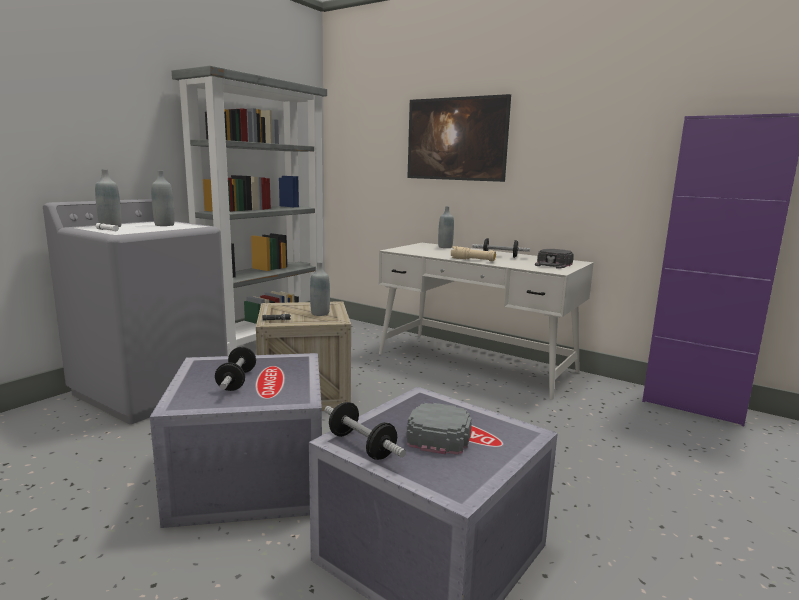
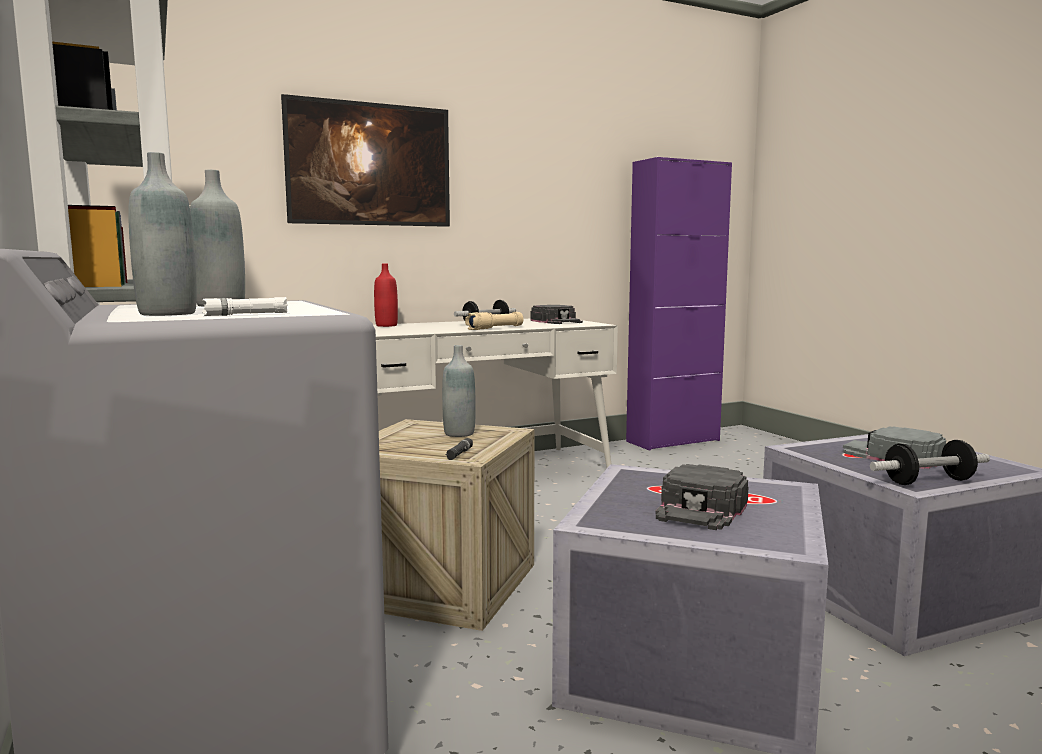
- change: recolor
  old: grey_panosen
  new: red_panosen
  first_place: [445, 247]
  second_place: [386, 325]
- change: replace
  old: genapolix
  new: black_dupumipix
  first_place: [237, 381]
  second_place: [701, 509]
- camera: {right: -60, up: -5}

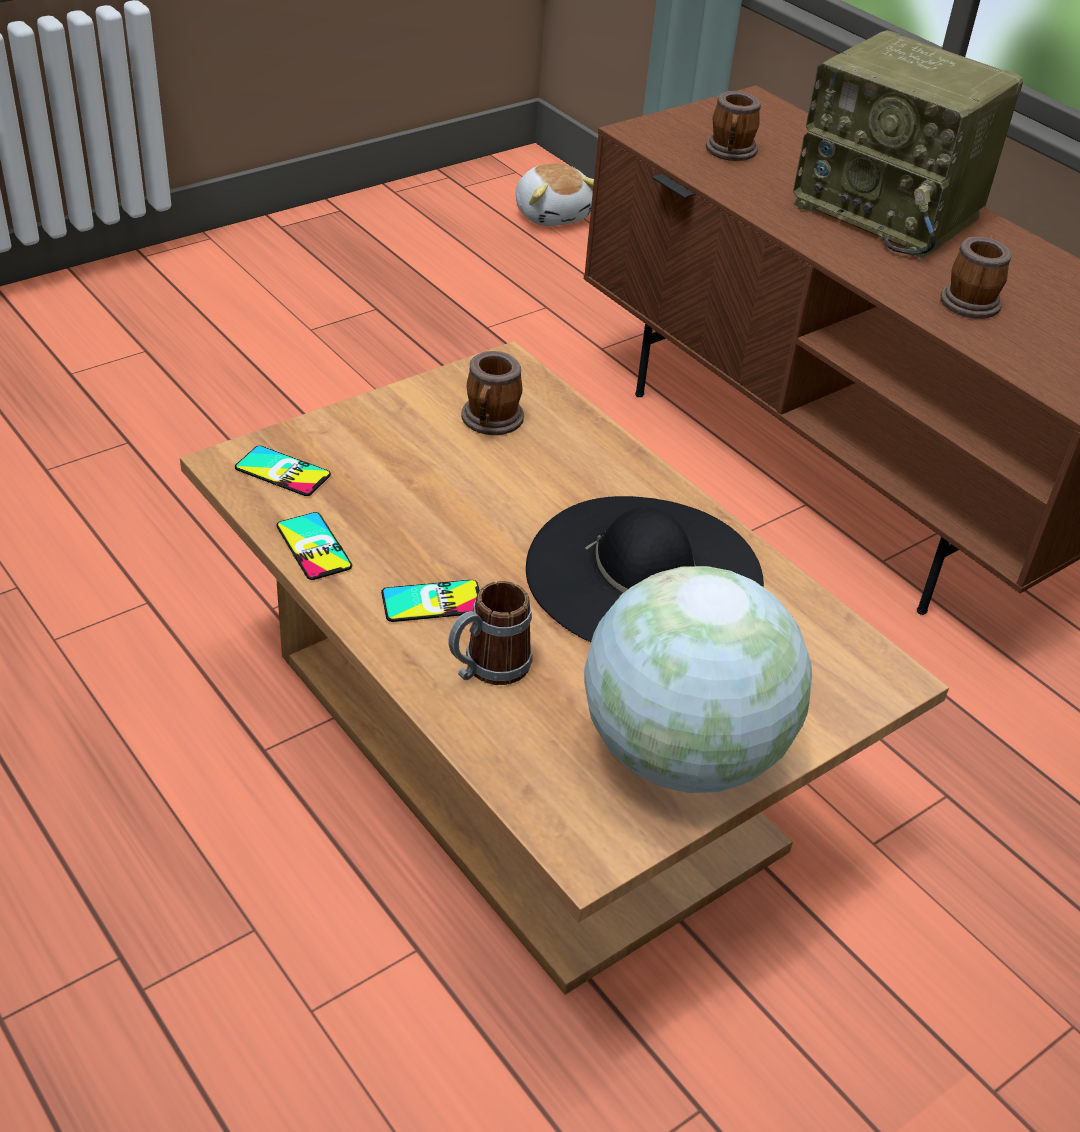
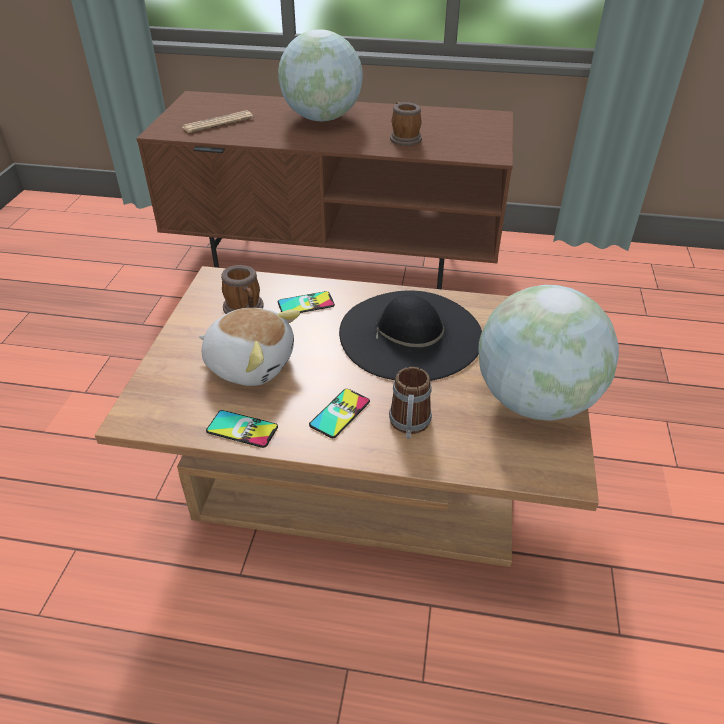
- change: replace
  old: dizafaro
  new: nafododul
  first_place: [730, 152]
  second_place: [218, 123]
- change: move
  old: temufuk
  first_place: [552, 214]
  second_place: [250, 363]
- change: replace
  old: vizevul
  new: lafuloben
  first_place: [890, 212]
  second_place: [322, 118]
- change: move
  old: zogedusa
  first_place: [282, 471]
  second_place: [306, 304]
- camera: {right: -40, up: 0}

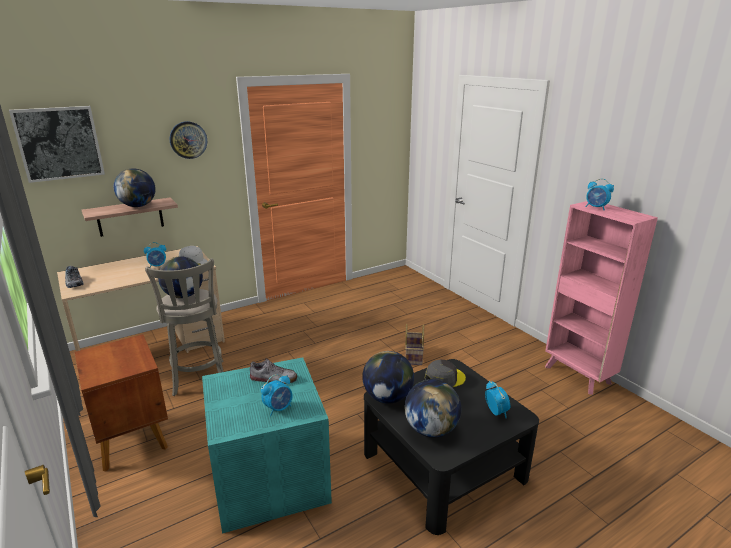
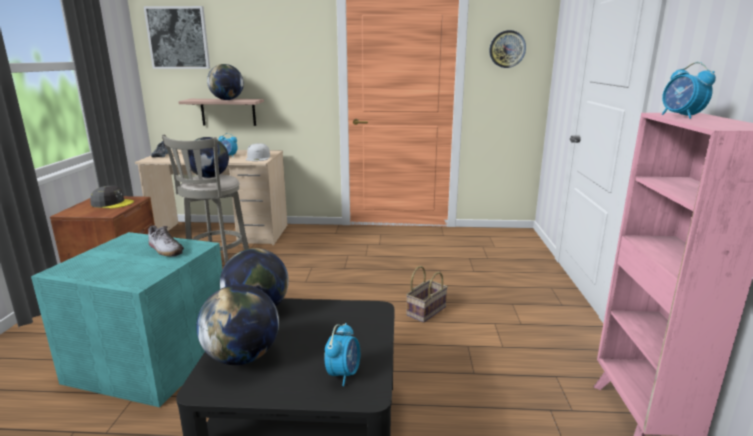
- change: move
  old: grey_dupumipix
  first_place: [444, 378]
  second_place: [112, 203]
- change: move
  old: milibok
  first_place: [188, 140]
  second_place: [507, 49]
- change: delete
  old: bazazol
  first_place: [278, 408]
- camera: {right: 35, up: -5}

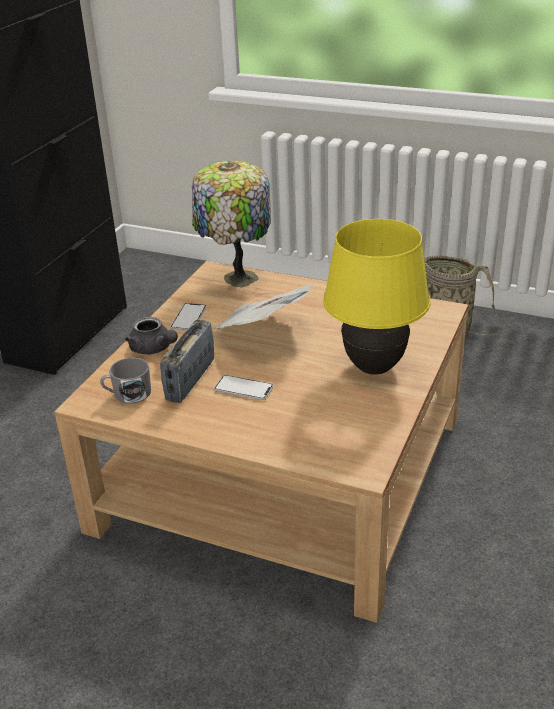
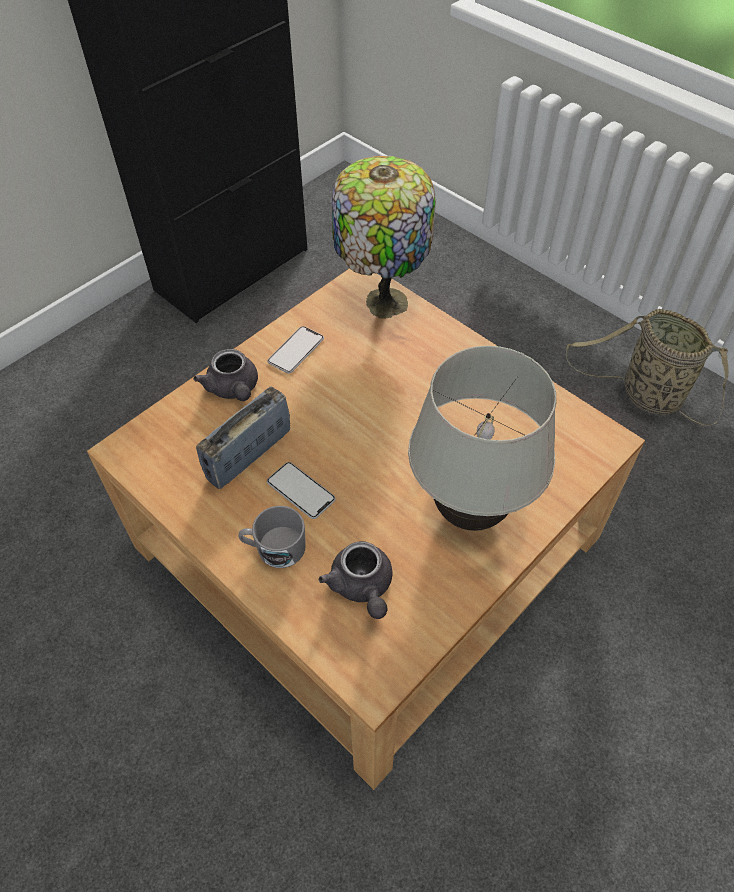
- change: move
  old: grey_dizafaro
  first_place: [127, 394]
  second_place: [274, 548]
- change: insert
  new: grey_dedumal
  second_place: [362, 587]
- change: recolor
  old: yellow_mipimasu
  new: white_mipimasu
  first_place: [373, 367]
  second_place: [468, 511]
- change: delete
  old: nafododul
  first_place: [264, 331]
- camera: {right: 20, up: 20}

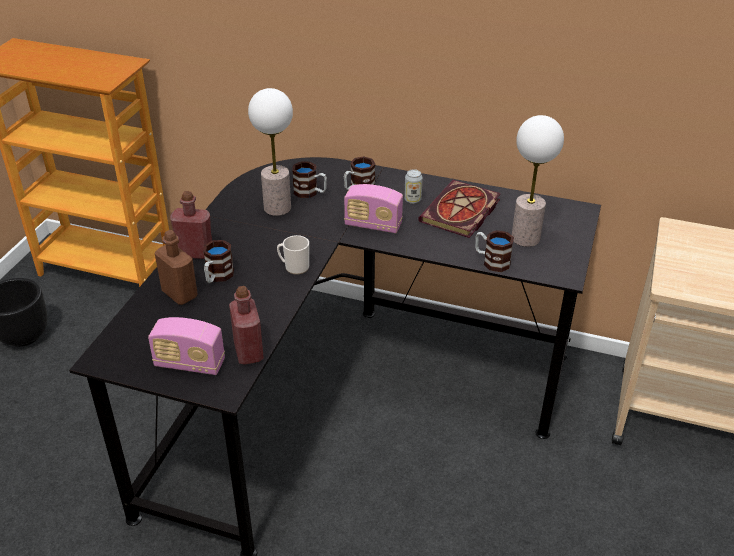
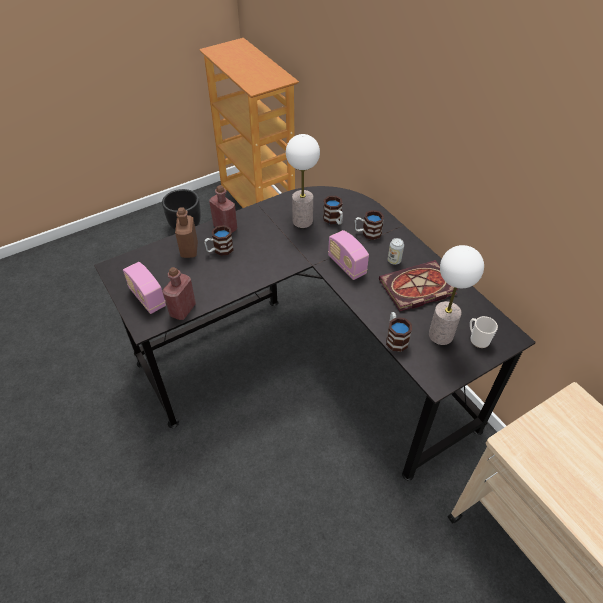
- change: move
  old: dizafaro
  first_place: [294, 267]
  second_place: [477, 339]
- camera: {right: 40, up: 10}

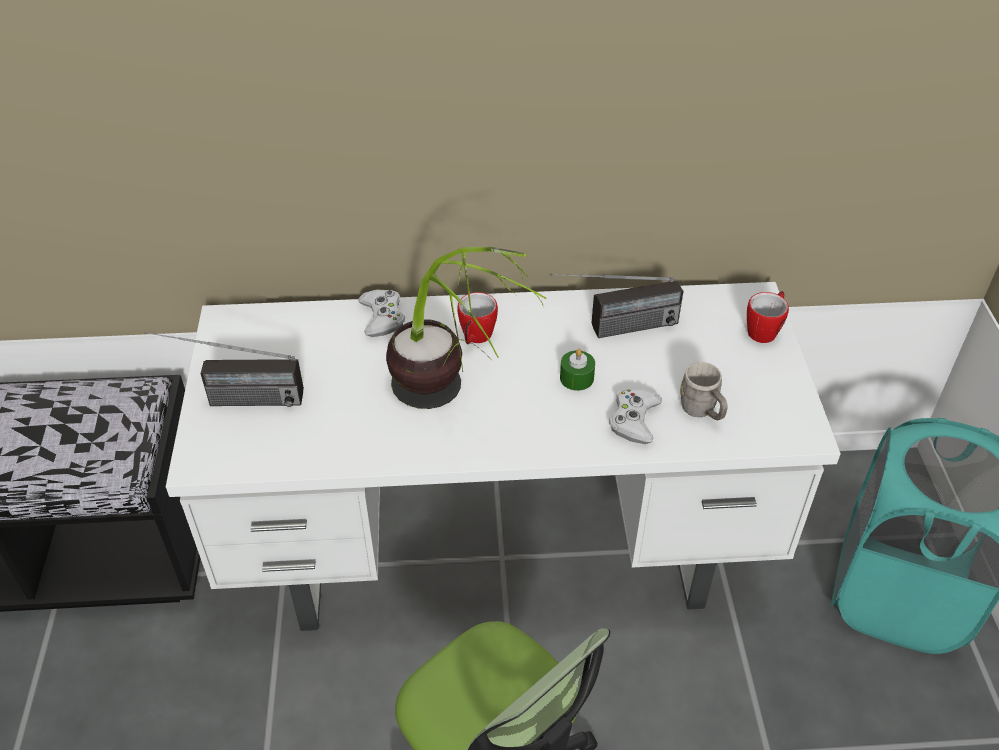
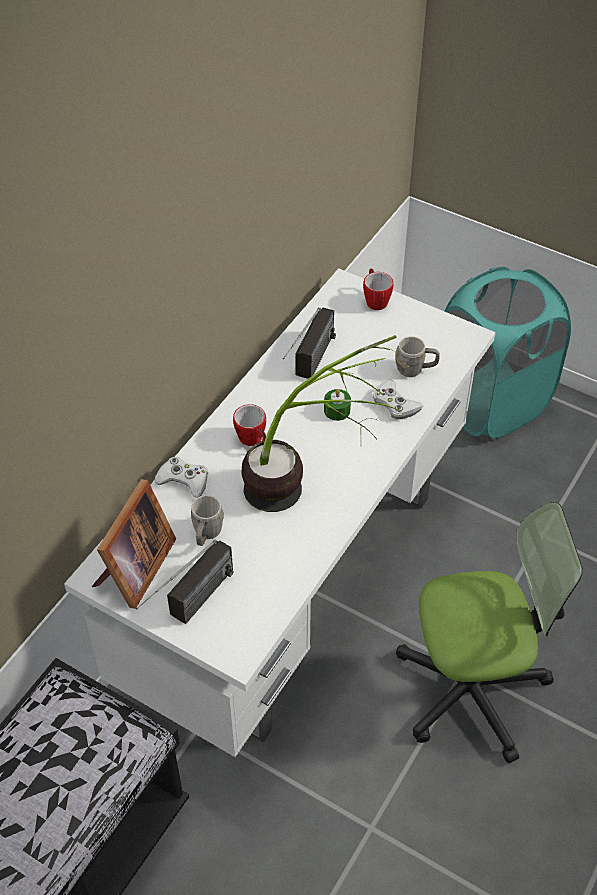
- change: insert
  new: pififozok
  second_place: [134, 570]
- change: insert
  new: grey_dizafaro
  second_place: [206, 534]
- camera: {right: -55, up: 5}

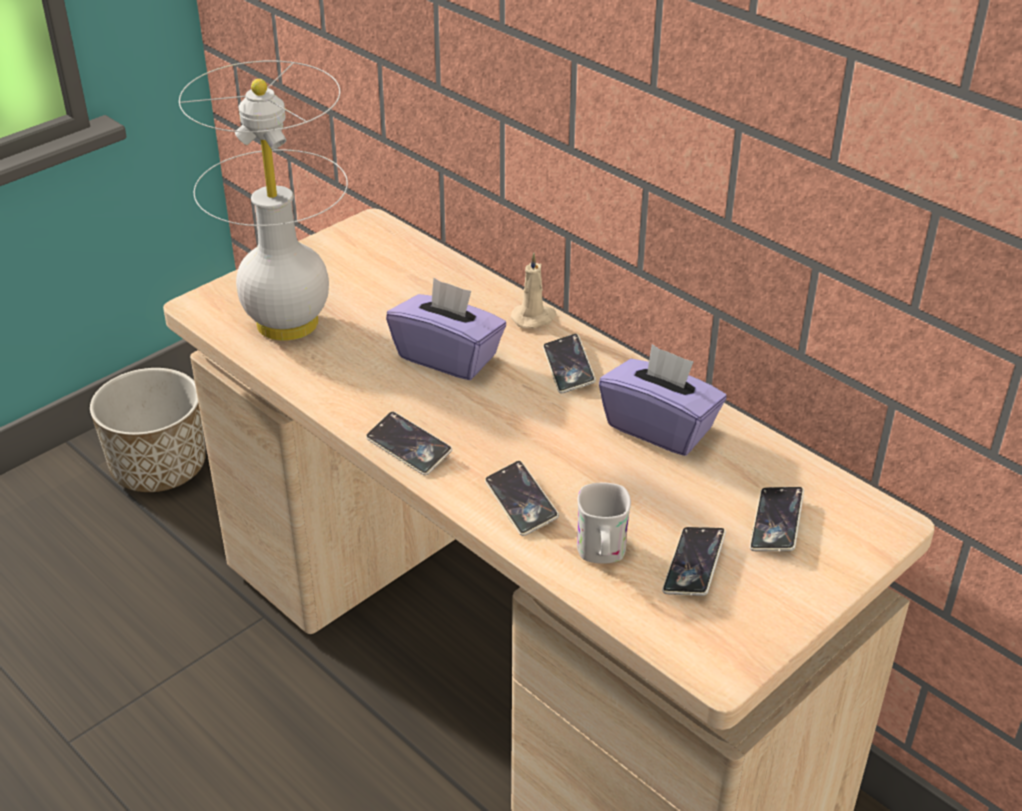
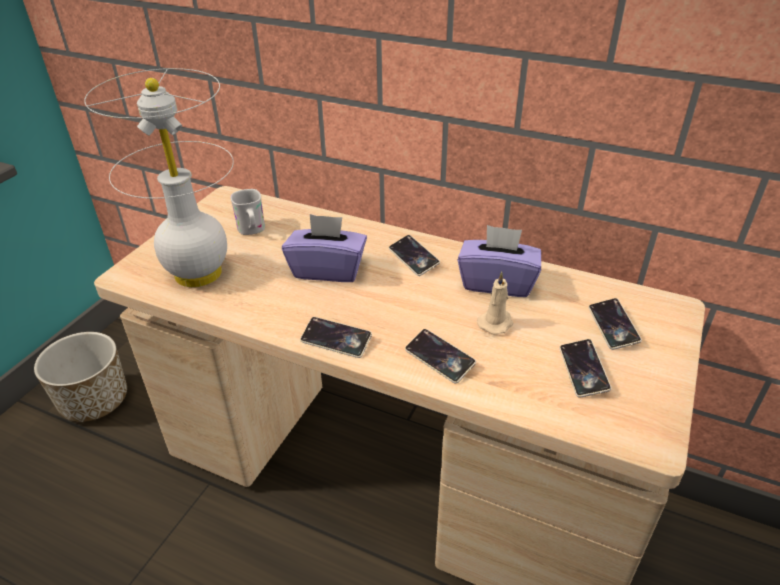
- change: move
  old: white_dizafaro
  first_place: [601, 554]
  second_place: [252, 230]
- change: move
  old: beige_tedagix
  first_place: [534, 318]
  second_place: [496, 323]
- camera: {right: -20, up: 0}

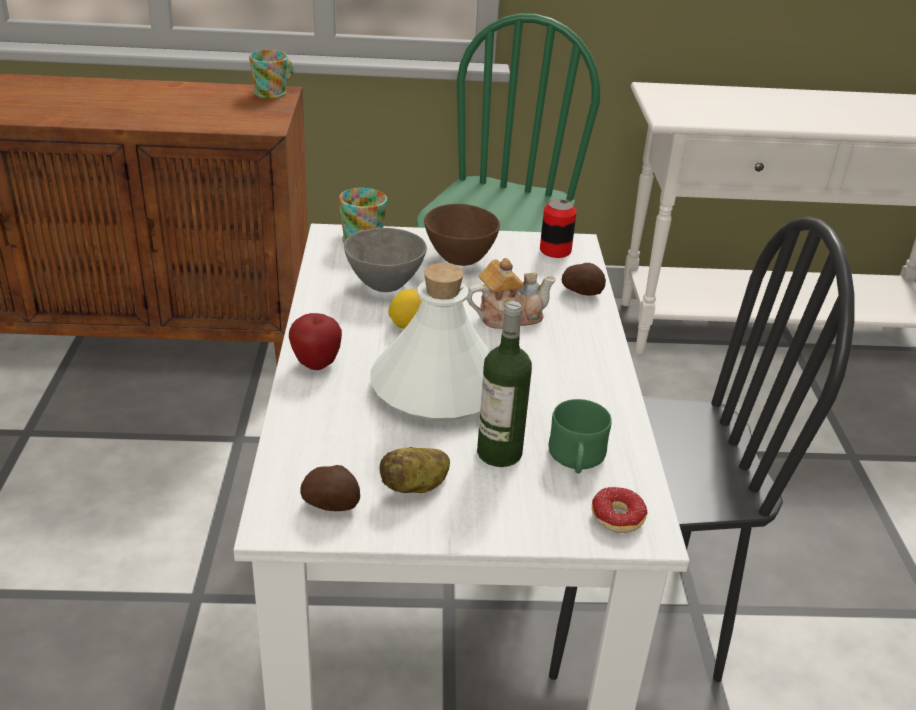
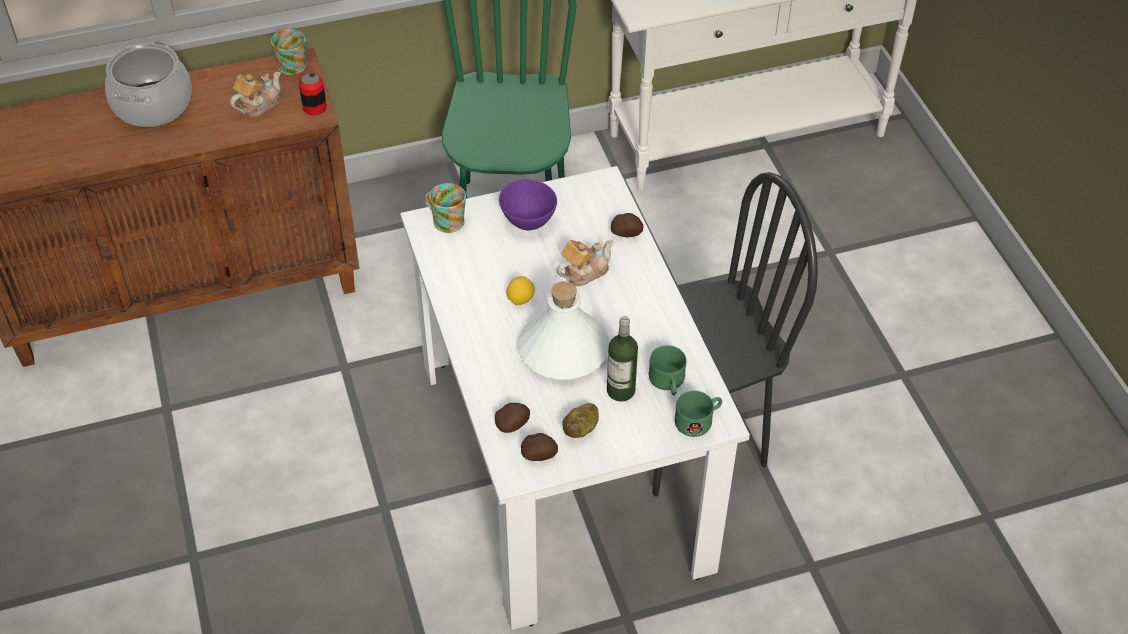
- change: insert
  new: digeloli
  second_place: [152, 105]
- change: insert
  new: dedumal
  second_place: [258, 105]
- change: move
  old: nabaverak
  first_place: [555, 250]
  second_place: [315, 108]
- change: insert
  new: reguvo
  second_place: [513, 425]
- change: recolor
  old: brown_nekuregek
  new: purple_nekuregek
  first_place: [458, 259]
  second_place: [527, 222]
- change: replace
  old: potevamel
  new: green_dizafaro
  first_place: [608, 520]
  second_place: [698, 420]
- change: delete
  old: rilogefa
  first_place: [316, 364]
- change: delete
  old: grey_nekuregek
  first_place: [384, 286]
- camera: {right: -15, up: 15}

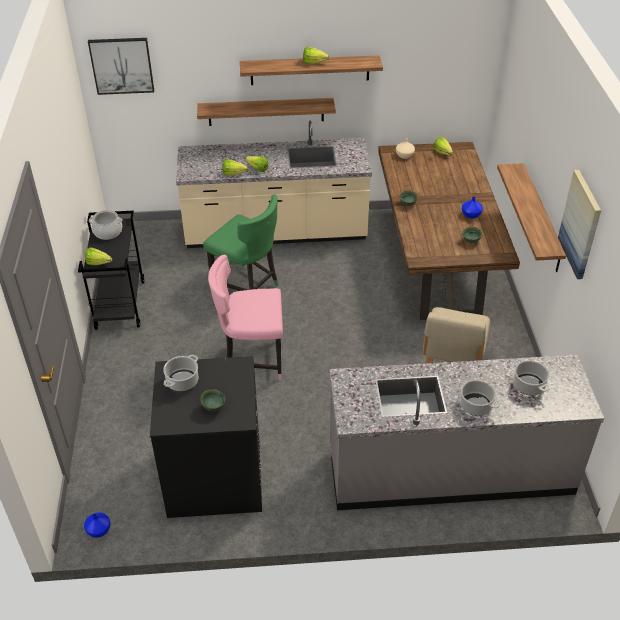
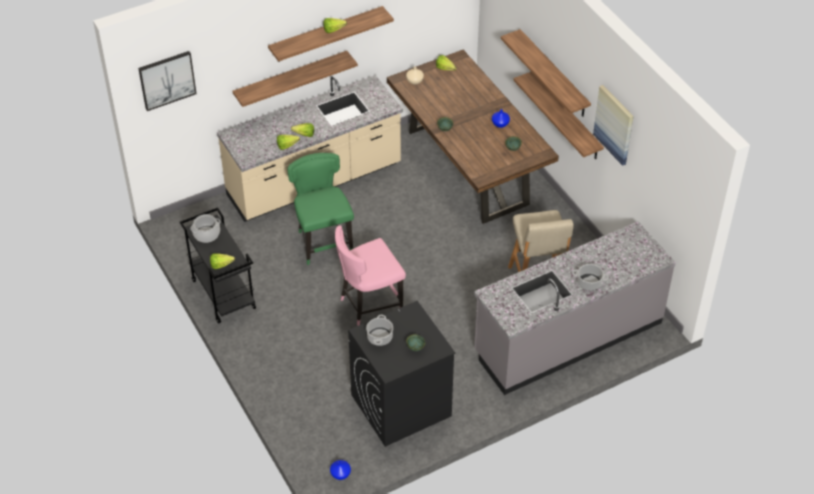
- change: rotate
  old: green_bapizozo
  first_place: [247, 287]
  second_place: [323, 242]
  degrees: -120
- change: insert
  new: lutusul
  second_place: [553, 74]
- change: delete
  old: digeloli
  first_place: [528, 385]
- camera: {right: -25, up: 5}

